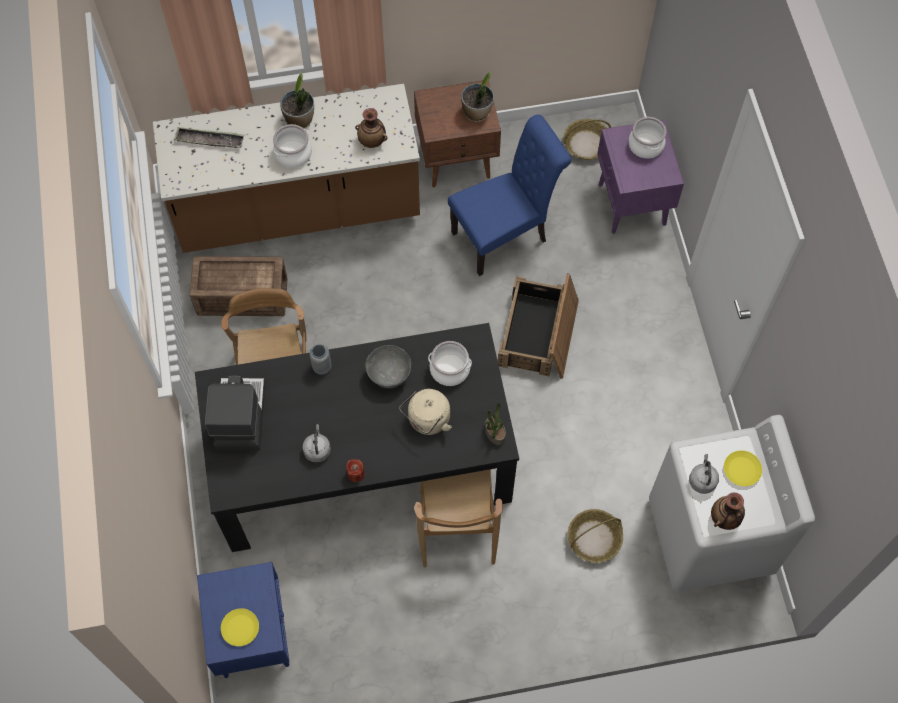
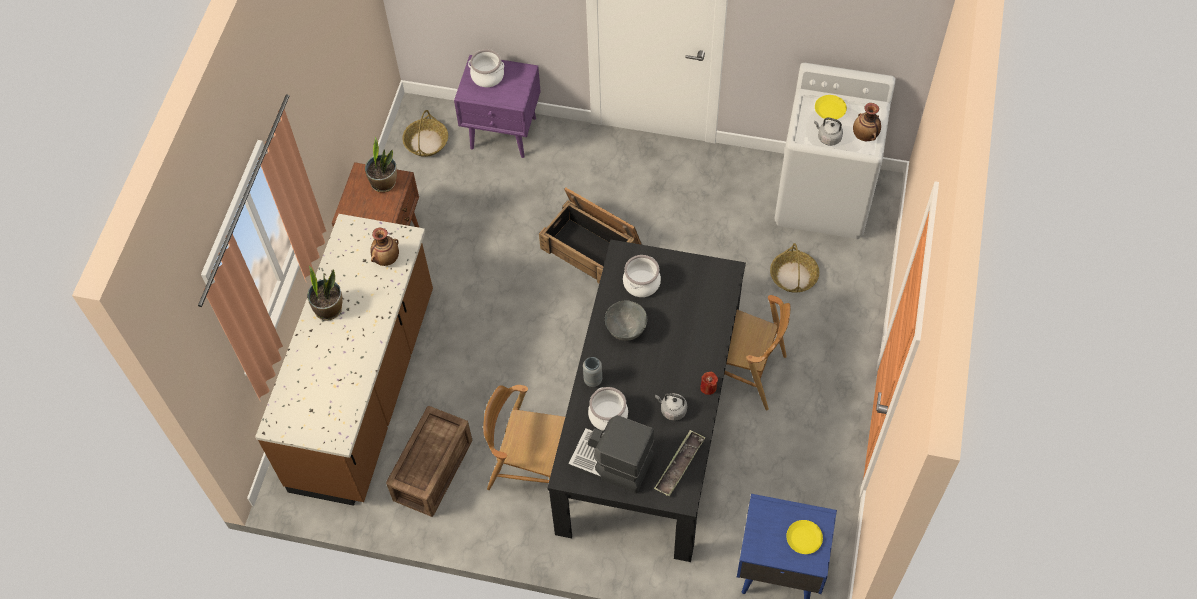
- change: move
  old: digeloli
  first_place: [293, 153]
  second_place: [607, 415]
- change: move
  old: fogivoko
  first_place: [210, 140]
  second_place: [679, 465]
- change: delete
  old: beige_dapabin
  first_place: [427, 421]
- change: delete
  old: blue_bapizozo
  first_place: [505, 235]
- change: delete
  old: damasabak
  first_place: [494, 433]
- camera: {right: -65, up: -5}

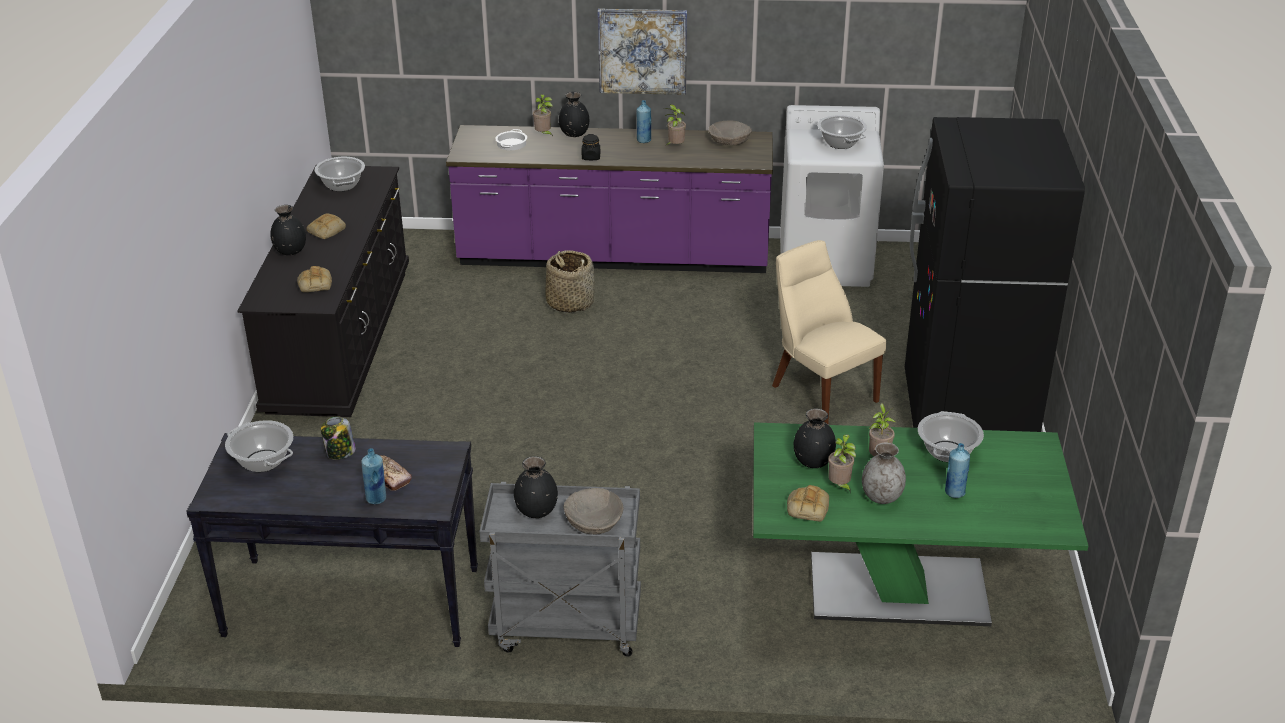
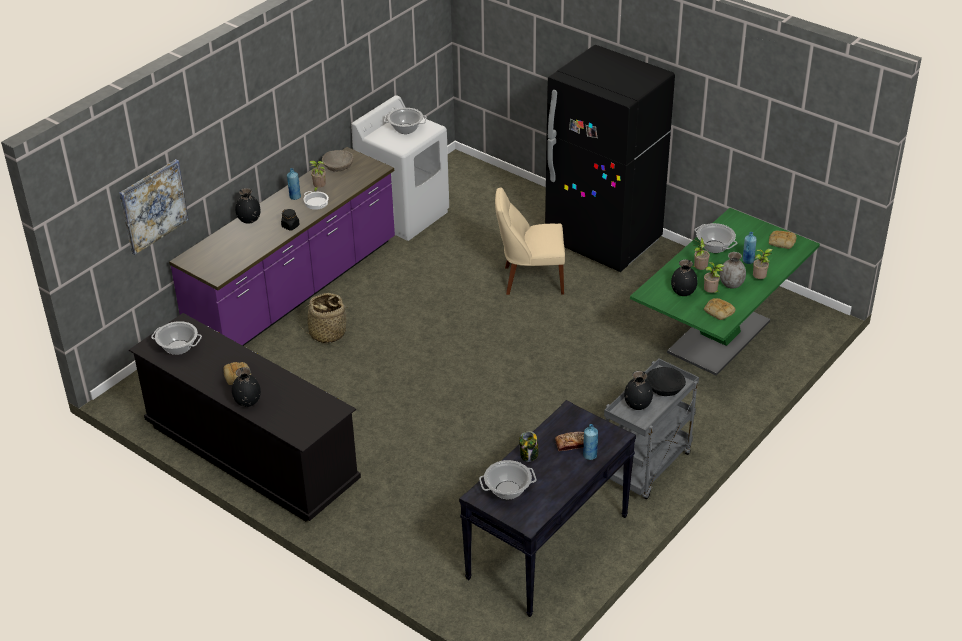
- change: move
  old: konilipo
  first_place: [642, 51]
  second_place: [153, 206]
- change: move
  old: digeloli
  first_place: [512, 144]
  second_place: [316, 203]
- change: recolor
  old: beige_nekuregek
  new: black_nekuregek
  first_place: [593, 521]
  second_place: [664, 388]
- change: move
  old: damasabak
  first_place: [543, 135]
  second_place: [760, 279]
- change: move
  old: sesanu
  first_place: [314, 283]
  second_place: [781, 242]
- camera: {right: -55, up: 5}

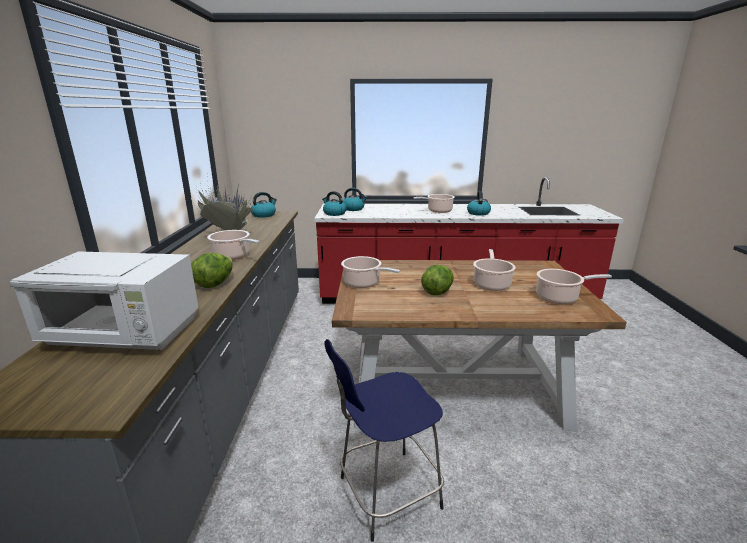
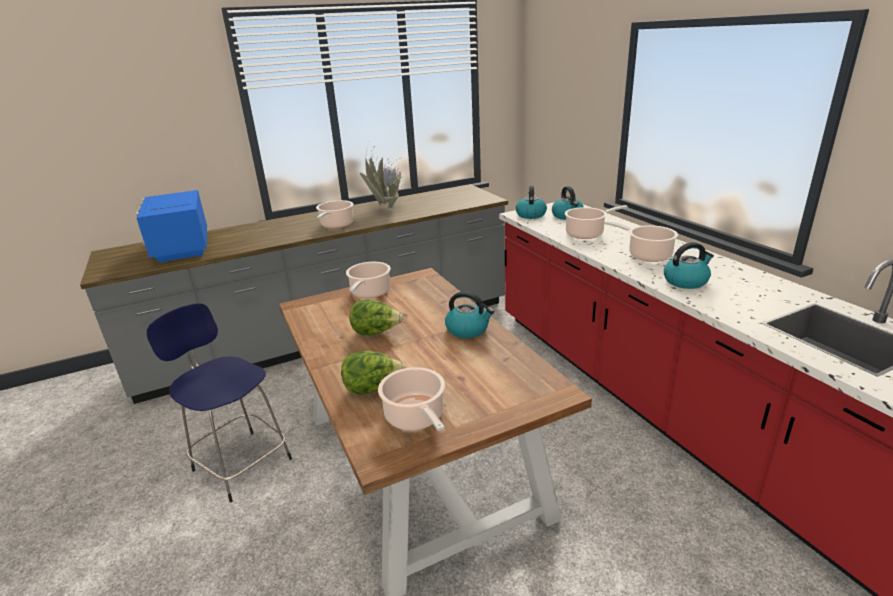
- change: recolor
  old: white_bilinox
  new: blue_bilinox
  first_place: [125, 335]
  second_place: [181, 248]
- change: move
  old: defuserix
  first_place: [215, 283]
  second_place: [373, 388]
- change: move
  old: dapabin
  first_place: [264, 215]
  second_place: [468, 329]
- change: move
  old: digeloli
  first_place: [491, 284]
  second_place: [587, 234]
- camera: {right: 65, up: 5}

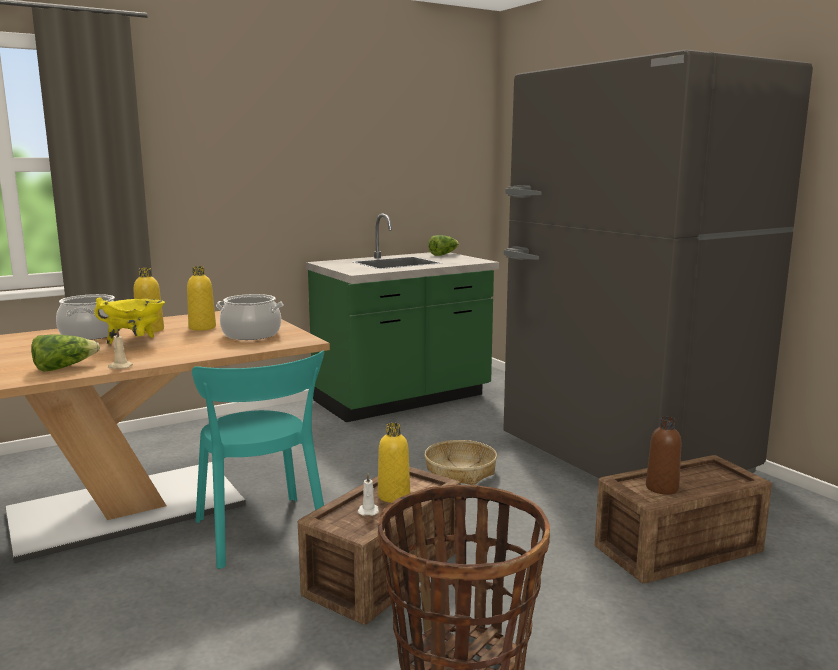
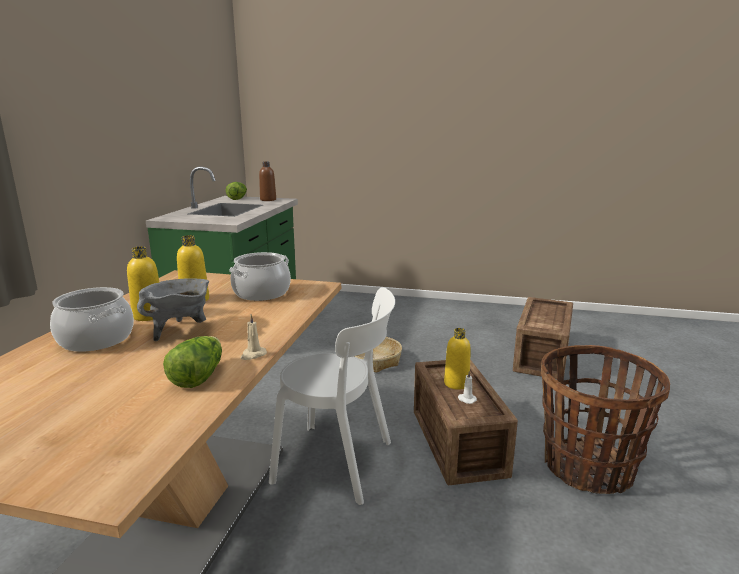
- change: recolor
  old: yellow_digeloli
  new: grey_digeloli
  first_place: [135, 342]
  second_place: [180, 331]
- change: move
  old: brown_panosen
  first_place: [662, 488]
  second_place: [268, 200]
- change: recolor
  old: turquoise_bapizozo
  new: white_bapizozo
  first_place: [262, 534]
  second_place: [339, 463]
- change: delete
  old: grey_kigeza
  first_place: [624, 457]
- camera: {right: -45, up: 5}

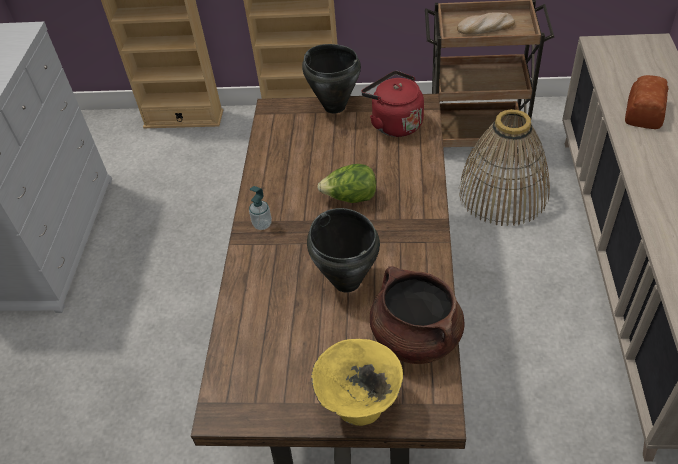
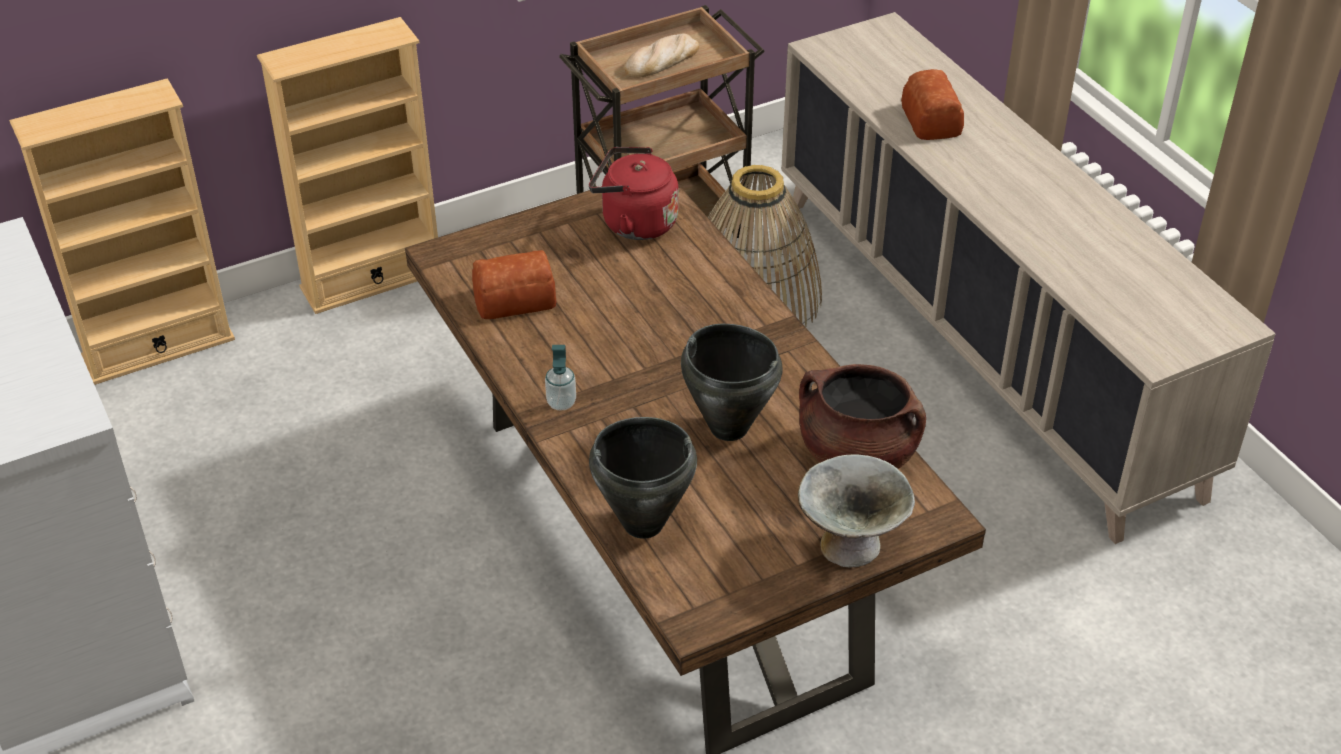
- change: insert
  new: sesanu
  second_place: [512, 298]
- change: move
  old: black_digeloli
  first_place: [334, 106]
  second_place: [642, 523]
- change: recolor
  old: yellow_nekuregek
  new: grey_nekuregek
  first_place: [359, 406]
  second_place: [850, 546]
- change: delete
  old: defuserix
  first_place: [350, 198]
- camera: {right: -35, up: -5}

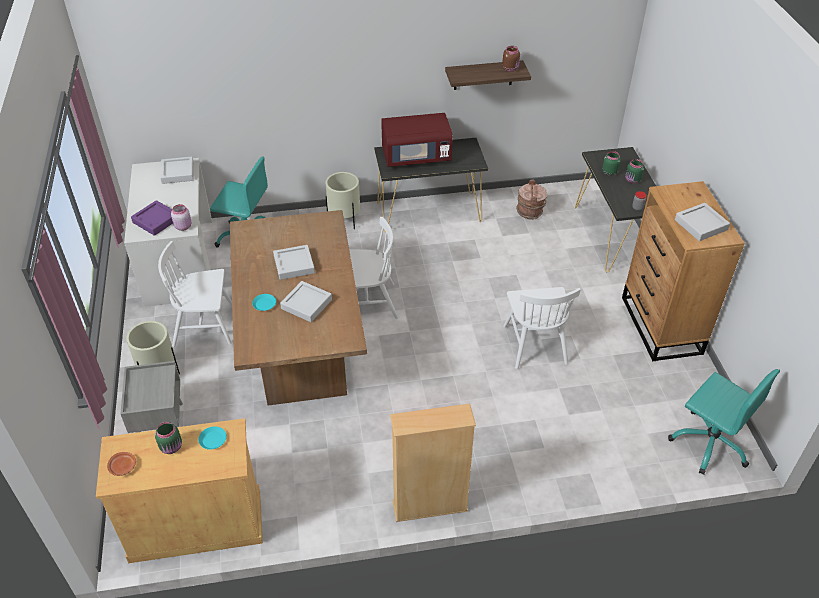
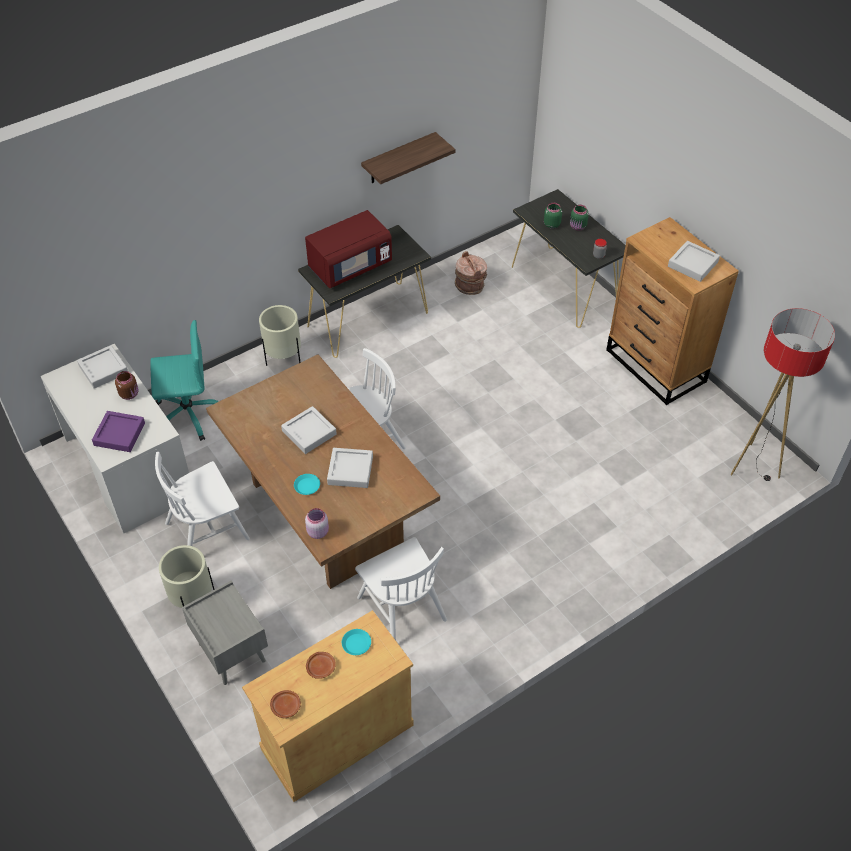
- change: move
  old: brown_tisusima
  first_place: [510, 68]
  second_place: [129, 394]
- change: move
  old: pink_tisusima
  first_place: [183, 226]
  second_place: [317, 531]
- change: replace
  old: green_tisusima
  new: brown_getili
  first_place: [172, 447]
  second_place: [321, 667]
- change: move
  old: white_bapizozo
  first_place: [535, 344]
  second_place: [401, 608]
- change: replace
  old: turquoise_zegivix
  new: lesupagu
  first_place: [710, 443]
  second_place: [753, 466]
- change: delete
  old: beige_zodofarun
  first_place: [430, 506]
- camera: {right: -25, up: 5}

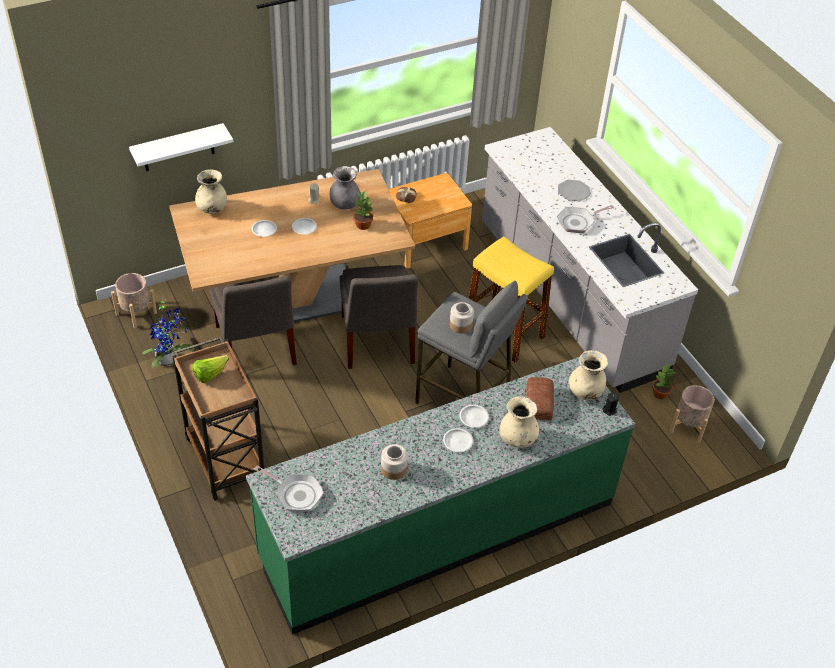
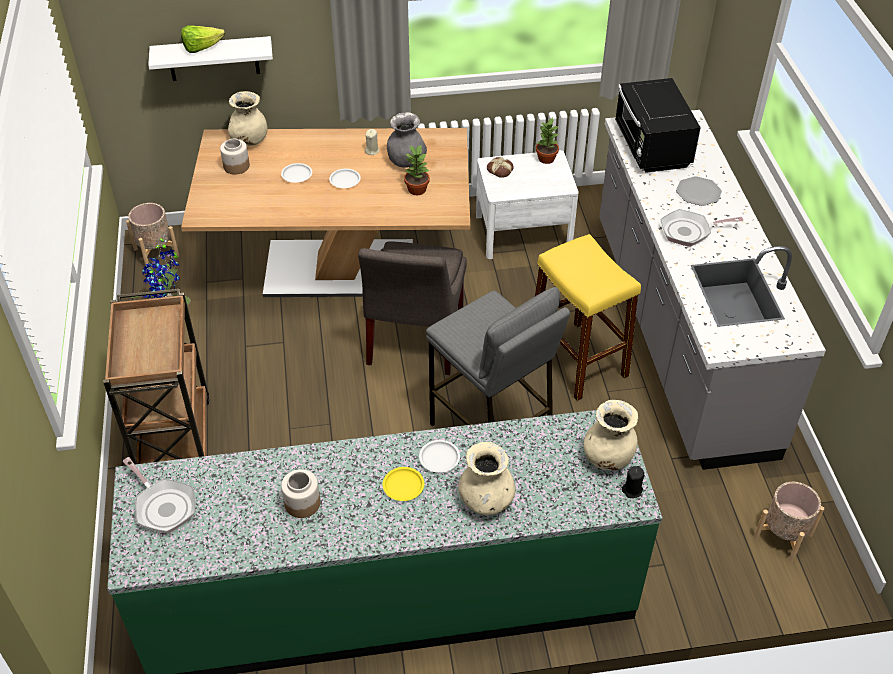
- change: move
  old: defuserix
  first_place: [210, 375]
  second_place: [202, 48]
- change: move
  old: tisusima
  first_place: [460, 325]
  second_place: [236, 166]
- change: recolor
  old: white_getili
  new: yellow_getili
  first_place: [457, 441]
  second_place: [403, 485]
- change: recolor
  old: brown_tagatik
  new: white_tagatik
  first_place: [425, 242]
  second_place: [523, 232]
- change: move
  old: damasabak
  first_place: [660, 394]
  second_place: [546, 159]
- change: insert
  new: black_bilinox
  second_place: [651, 148]
- change: delete
  old: grey_bapizozo
  first_place: [255, 348]
- change: delete
  old: sesanu
  first_place: [538, 403]
- camera: {right: 20, up: 0}

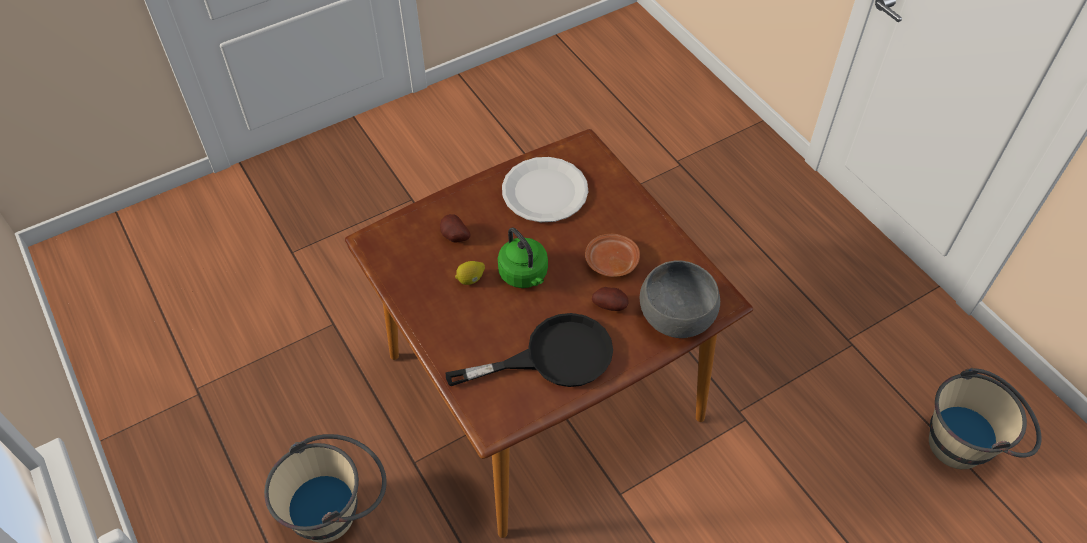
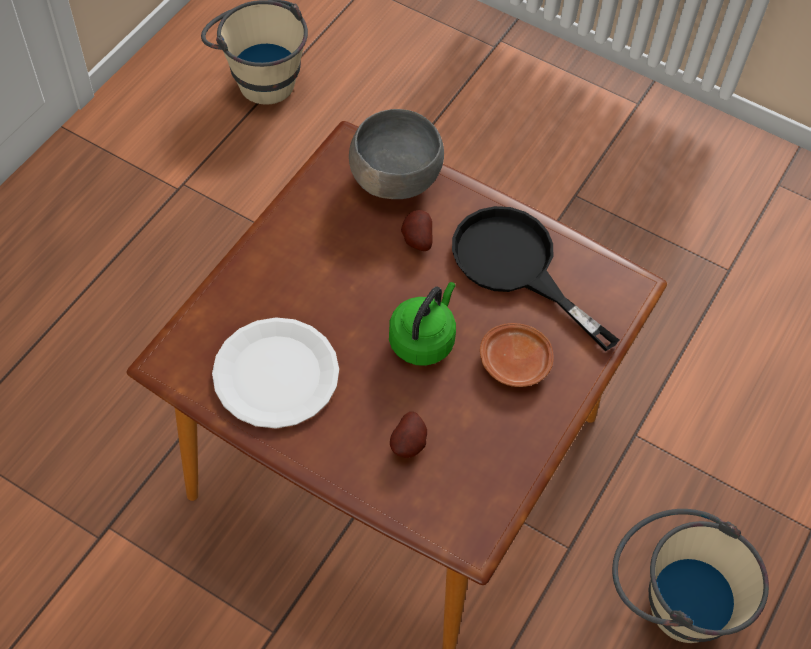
- change: move
  old: brown_getili
  first_place: [611, 262]
  second_place: [515, 362]
- change: delete
  old: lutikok
  first_place: [470, 279]
- camera: {right: -120, up: 5}

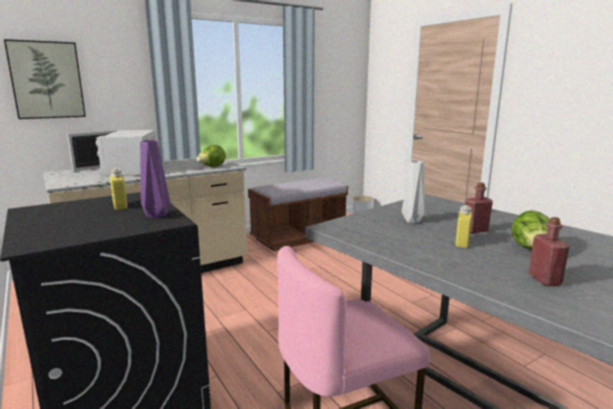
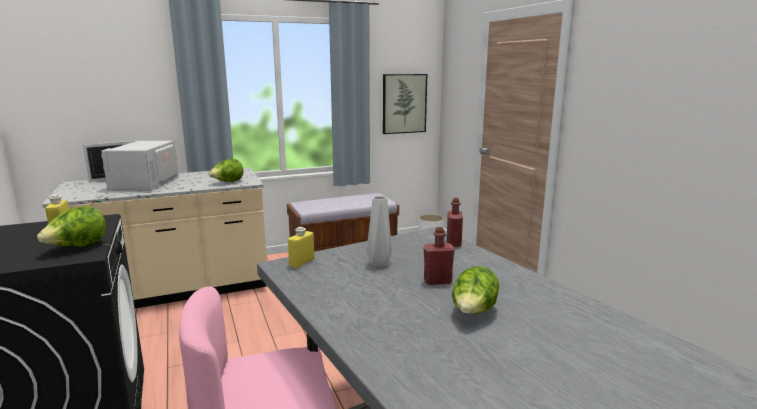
- change: replace
  old: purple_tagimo
  new: defuserix
  first_place: [155, 216]
  second_place: [78, 247]
- change: move
  old: yellow_panosen
  first_place: [462, 242]
  second_place: [302, 263]
- change: move
  old: konilipo
  first_place: [47, 80]
  second_place: [404, 103]
- change: move
  old: red_panosen
  first_place: [544, 280]
  second_place: [453, 243]
- camera: {right: 10, up: 0}

